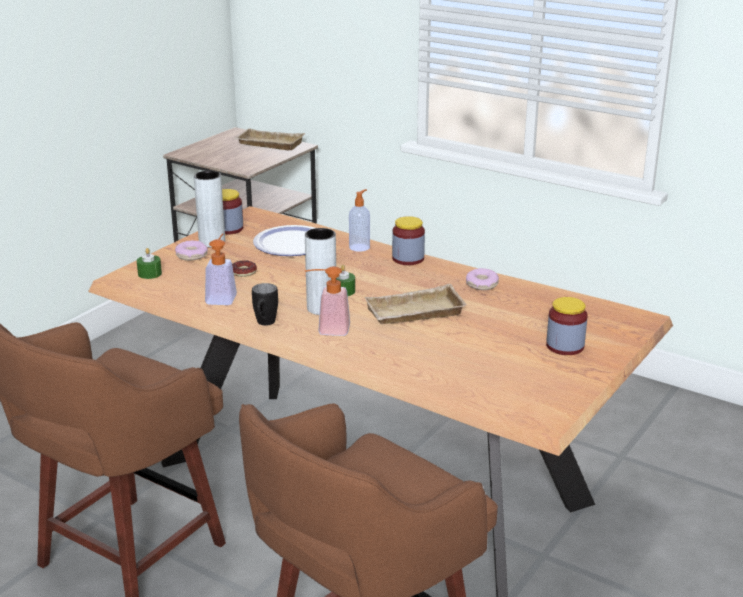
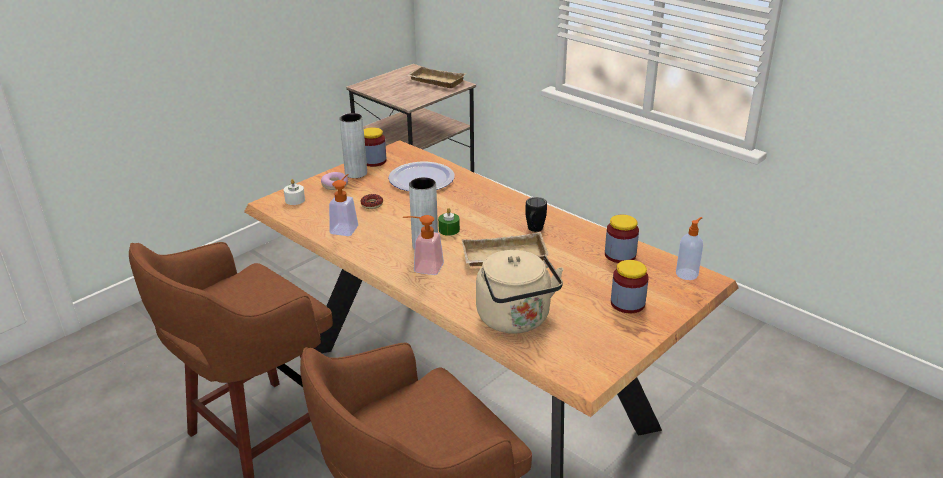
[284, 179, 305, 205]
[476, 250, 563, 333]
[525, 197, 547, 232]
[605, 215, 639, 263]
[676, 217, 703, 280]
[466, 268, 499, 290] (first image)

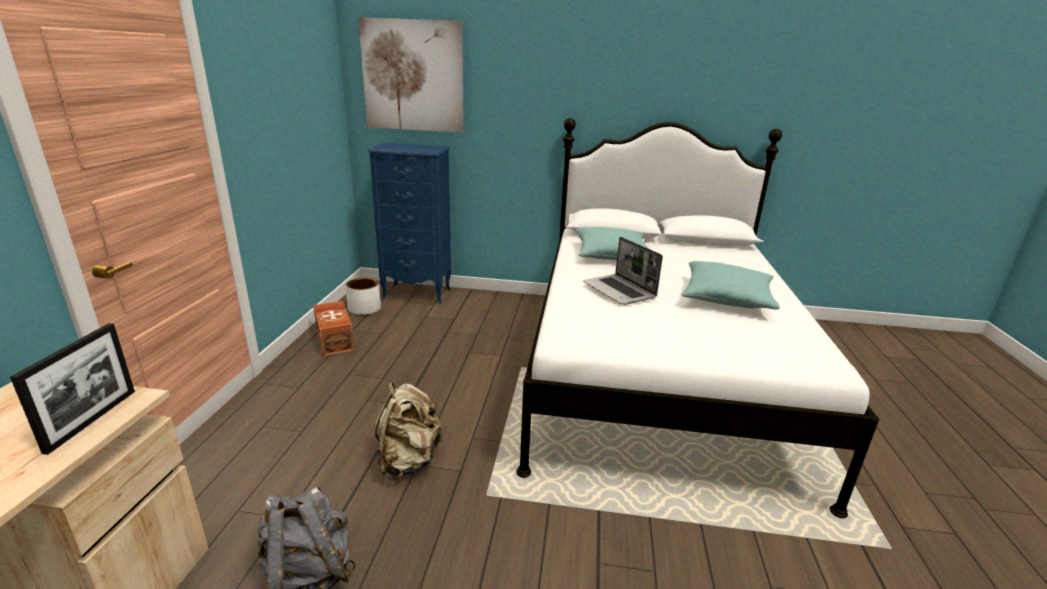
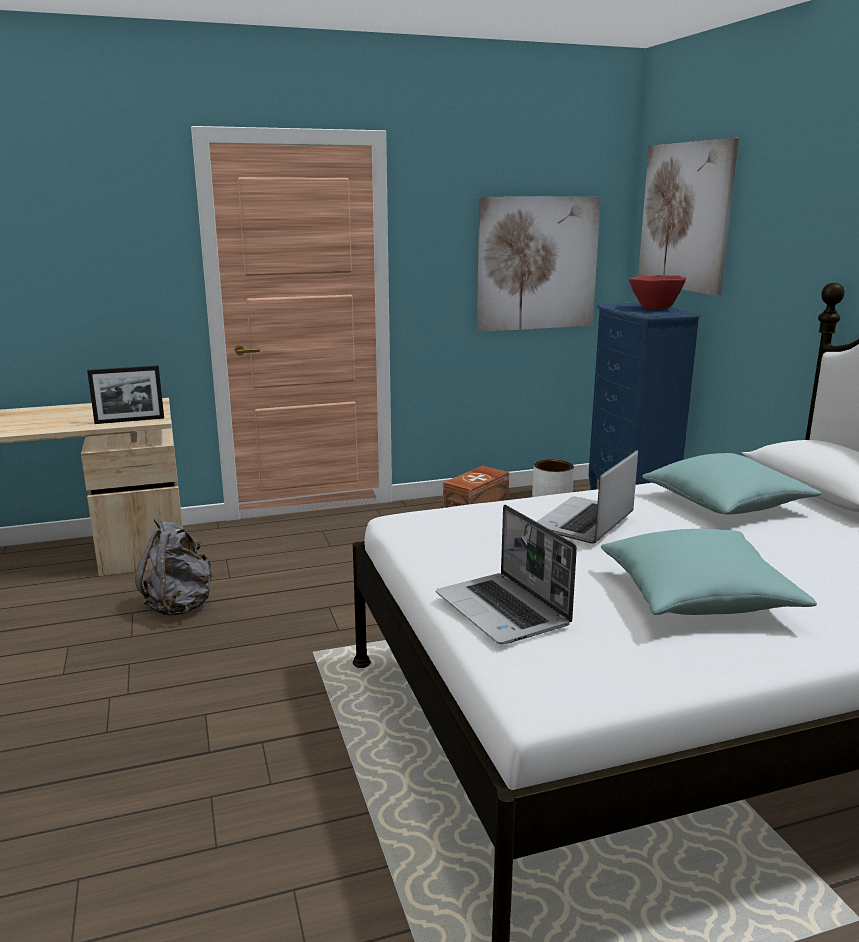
[436, 505, 577, 644]
[477, 197, 601, 332]
[629, 275, 686, 310]
[374, 382, 443, 479] (first image)

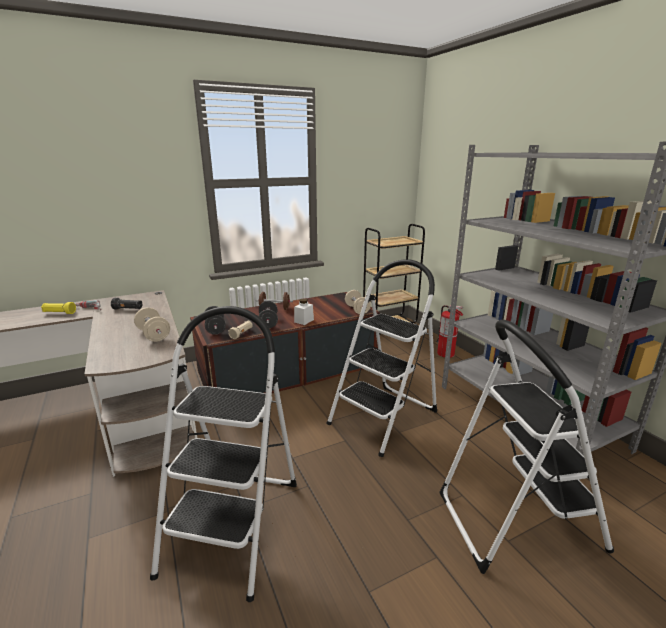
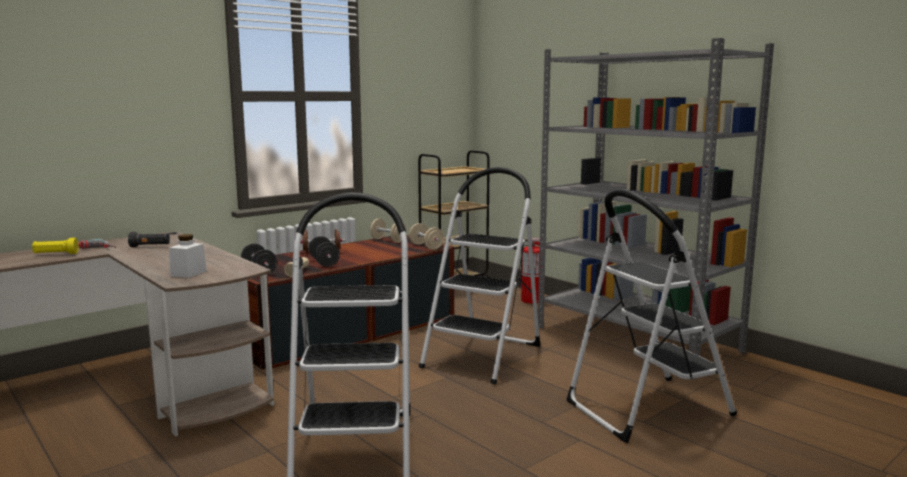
[169, 234, 207, 278]
[370, 219, 406, 243]

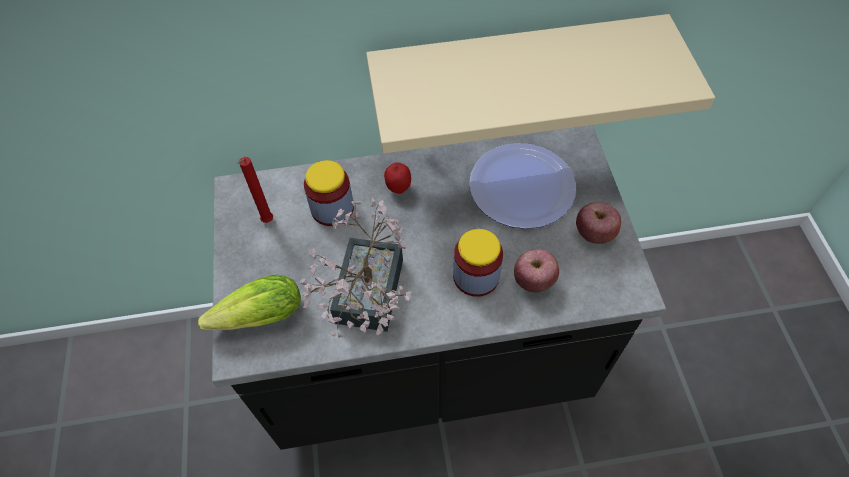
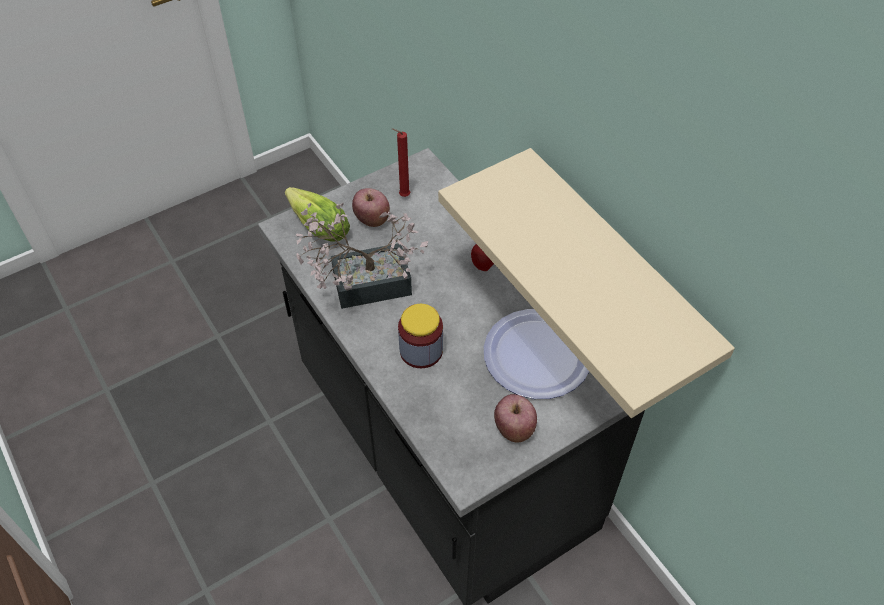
[352, 188, 390, 227]
[304, 160, 354, 226] (first image)

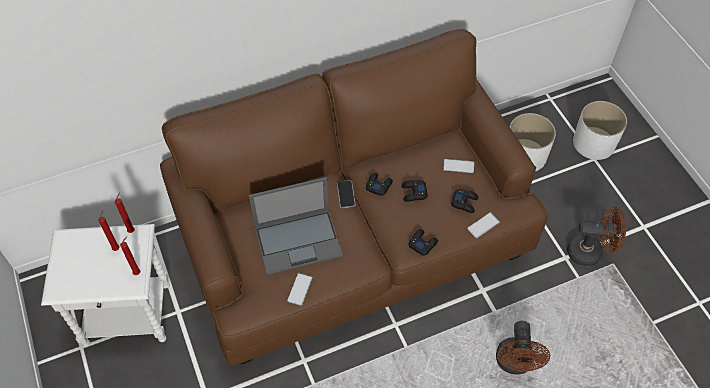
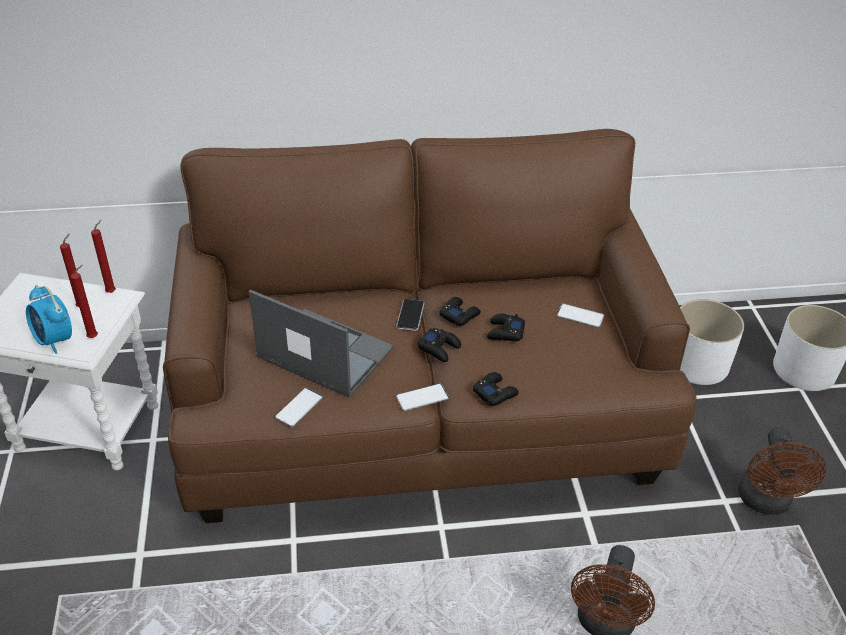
[26, 285, 72, 354]
[248, 290, 394, 398]
[396, 384, 449, 411]
[418, 328, 461, 362]
[738, 428, 826, 515]

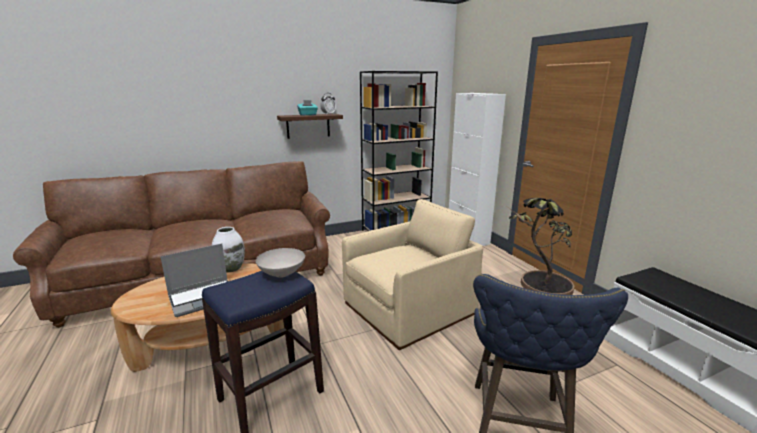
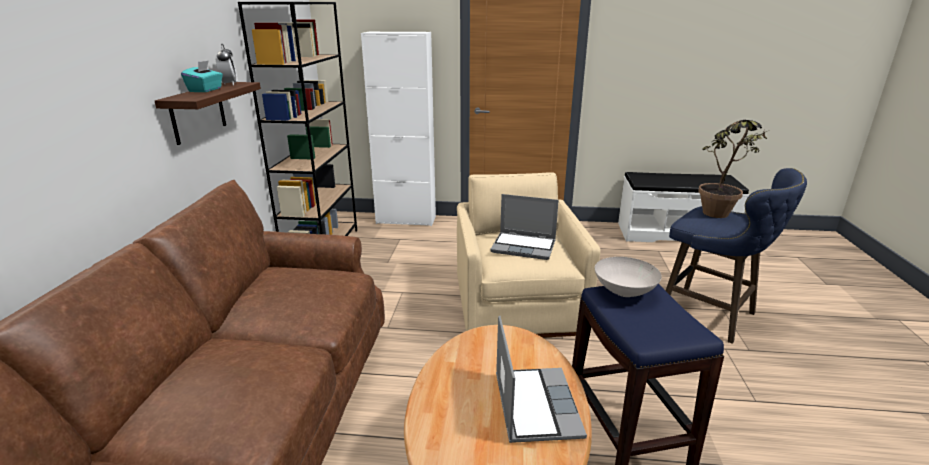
[490, 194, 559, 260]
[212, 227, 245, 273] (first image)

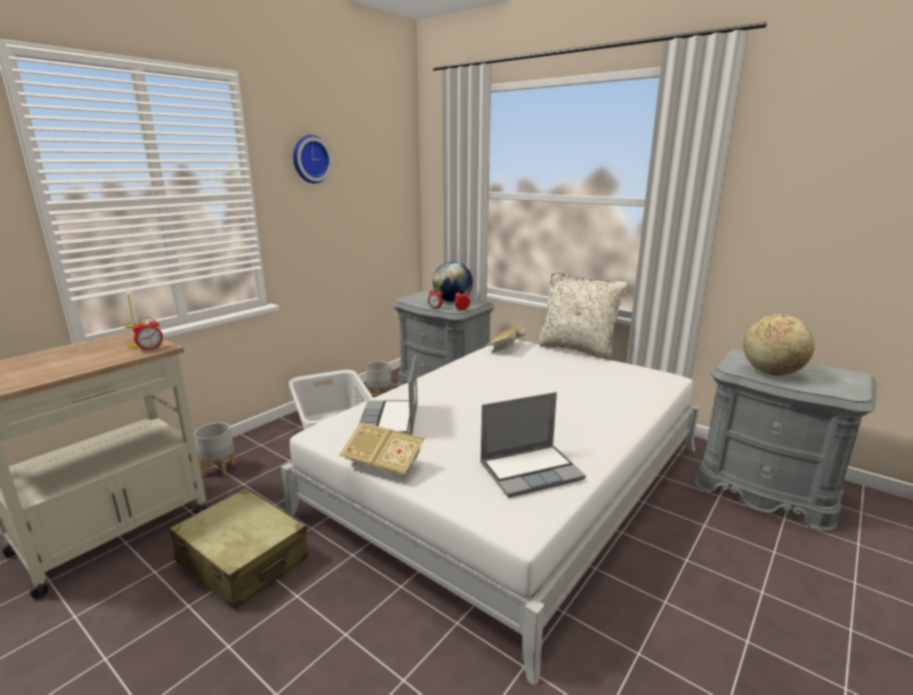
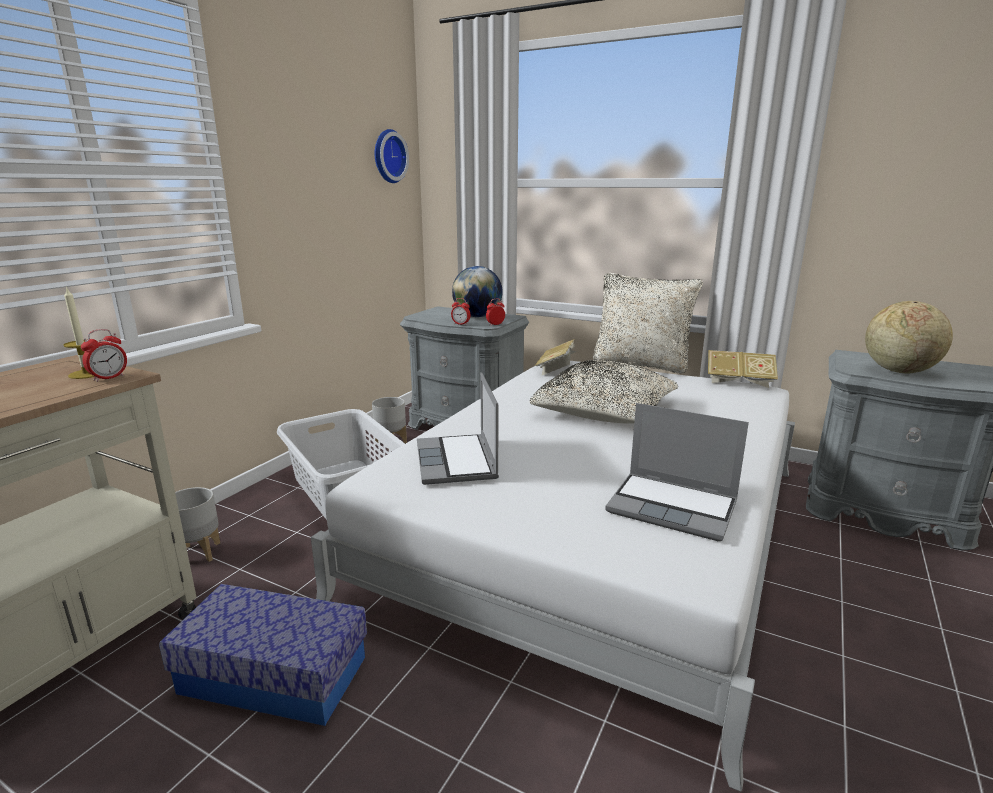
[159, 584, 367, 726]
[375, 129, 409, 183]
[529, 359, 678, 424]
[605, 403, 749, 541]
[708, 350, 778, 388]

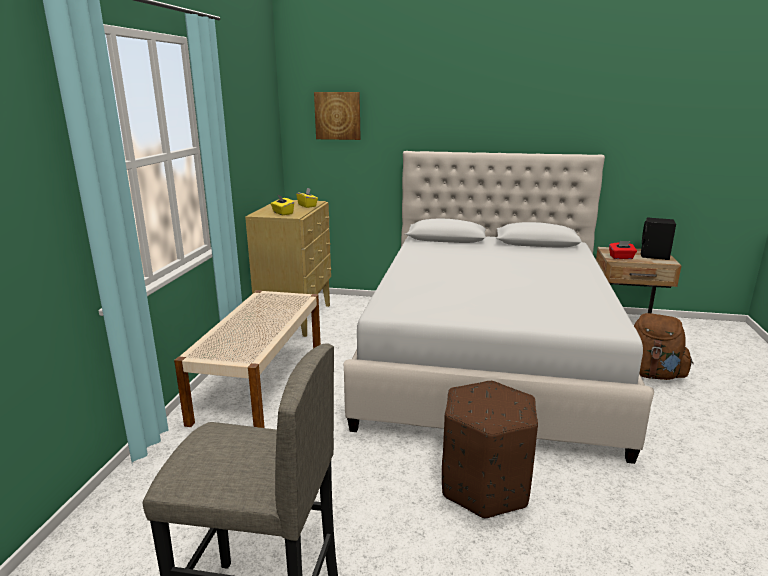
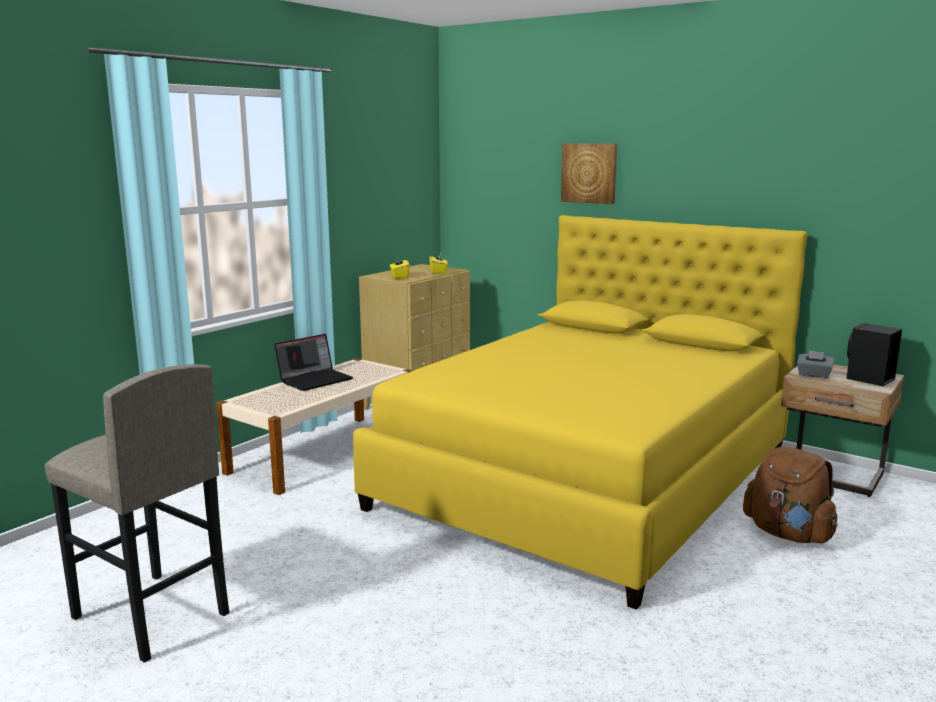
[274, 334, 353, 391]
[353, 215, 807, 610]
[561, 143, 617, 204]
[797, 350, 834, 378]
[442, 381, 538, 519] (first image)

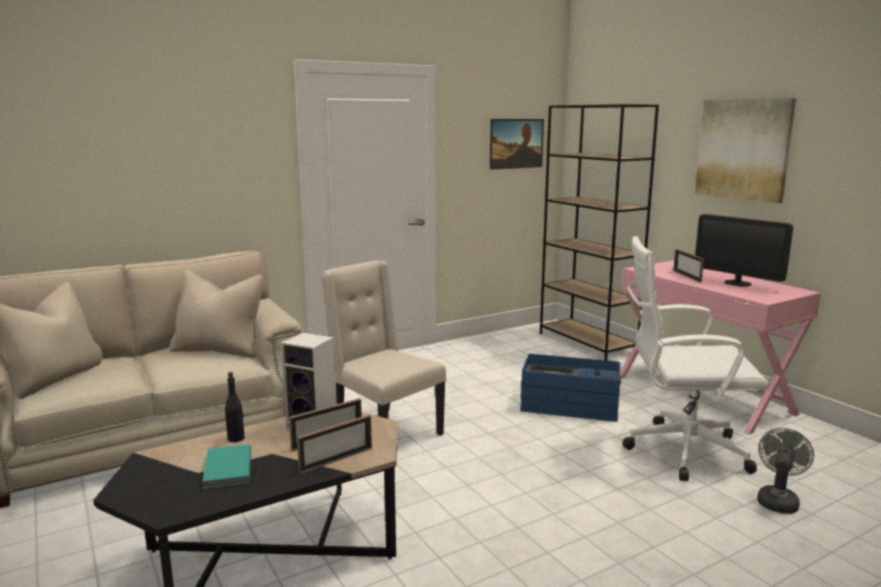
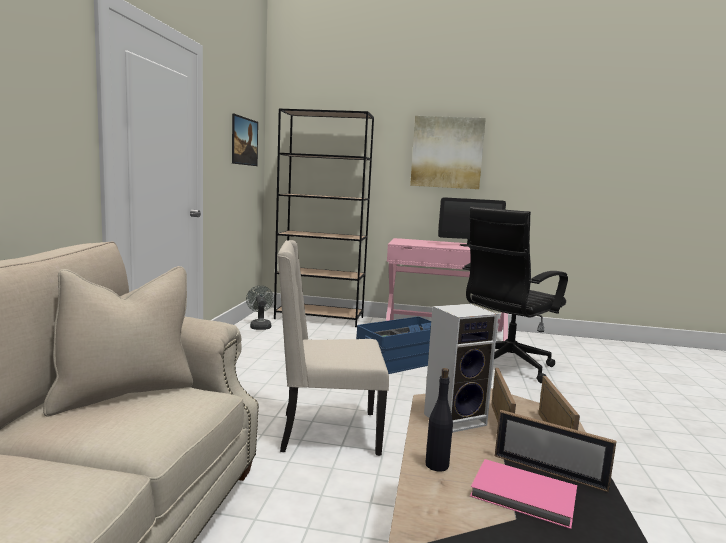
[246, 285, 274, 330]
[462, 206, 568, 383]
[470, 459, 577, 529]
[495, 410, 617, 492]

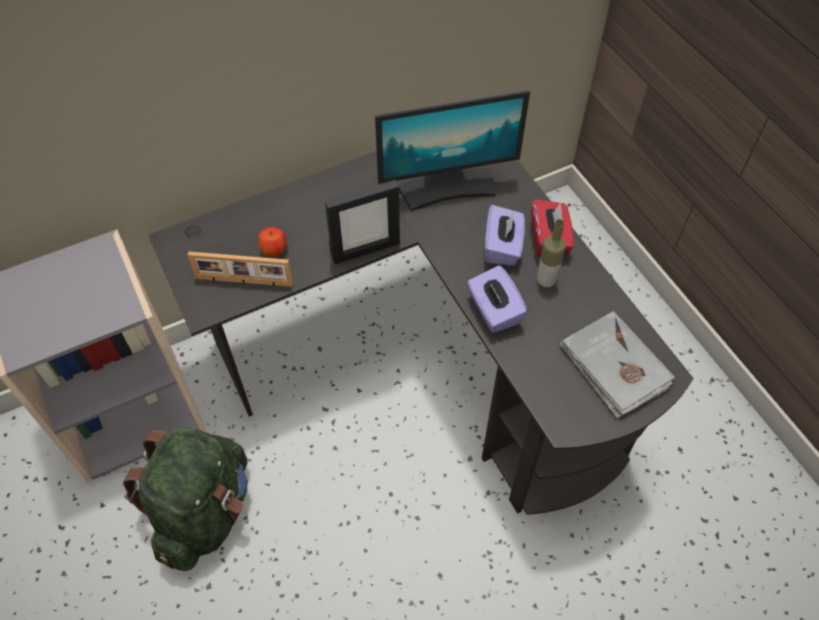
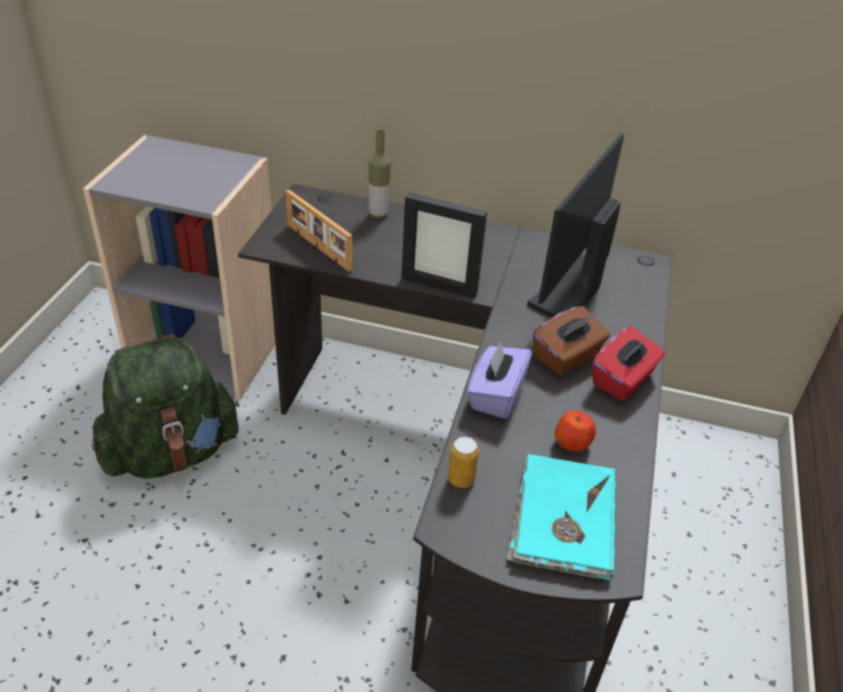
[369, 130, 391, 218]
[448, 436, 479, 488]
[507, 454, 616, 580]
[527, 133, 624, 318]
[533, 306, 610, 375]
[555, 410, 596, 452]

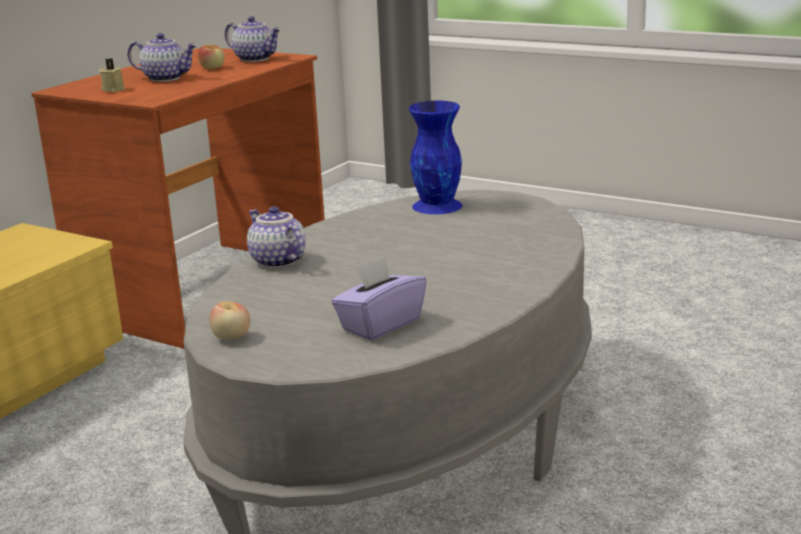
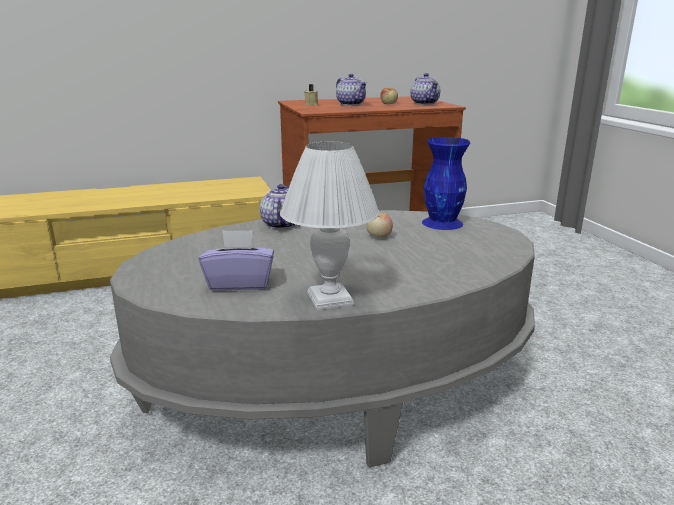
[280, 142, 380, 310]
[366, 212, 393, 238]

